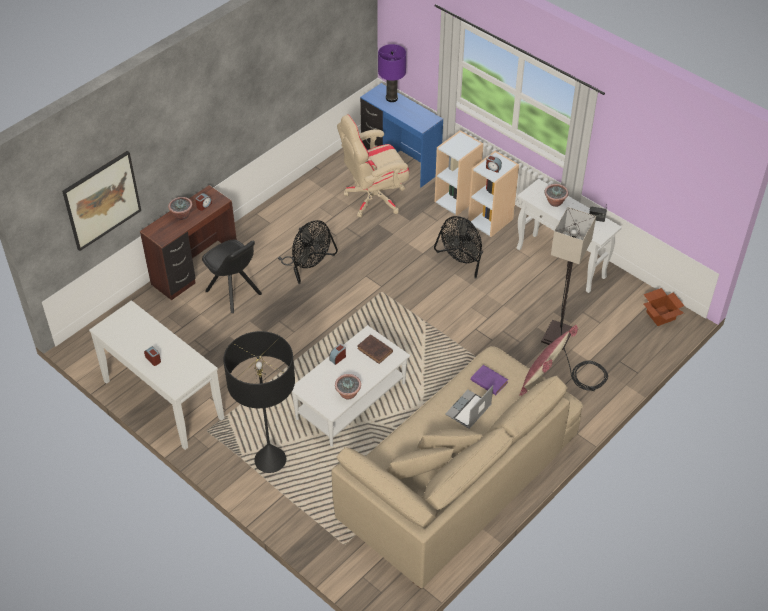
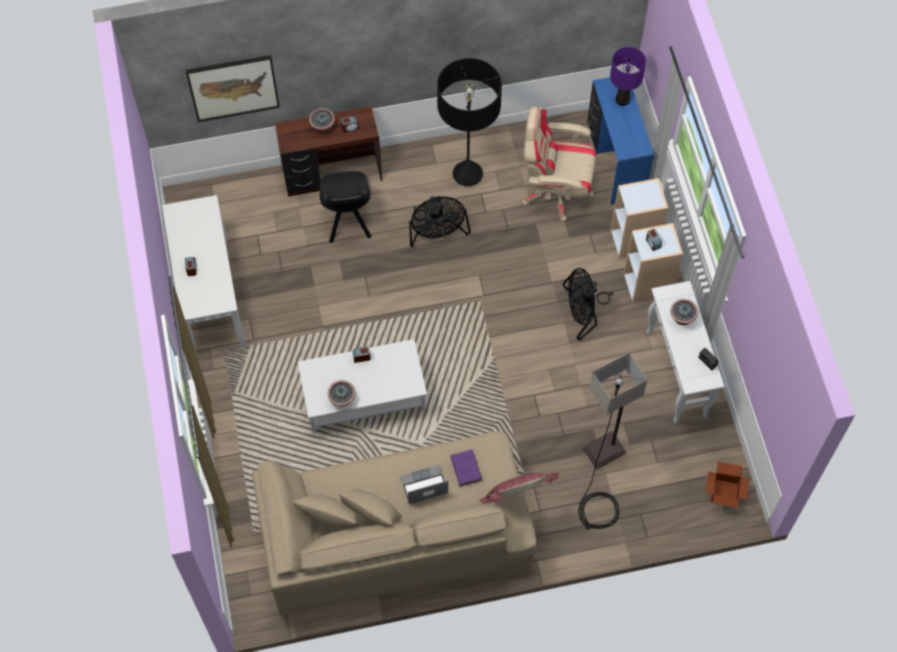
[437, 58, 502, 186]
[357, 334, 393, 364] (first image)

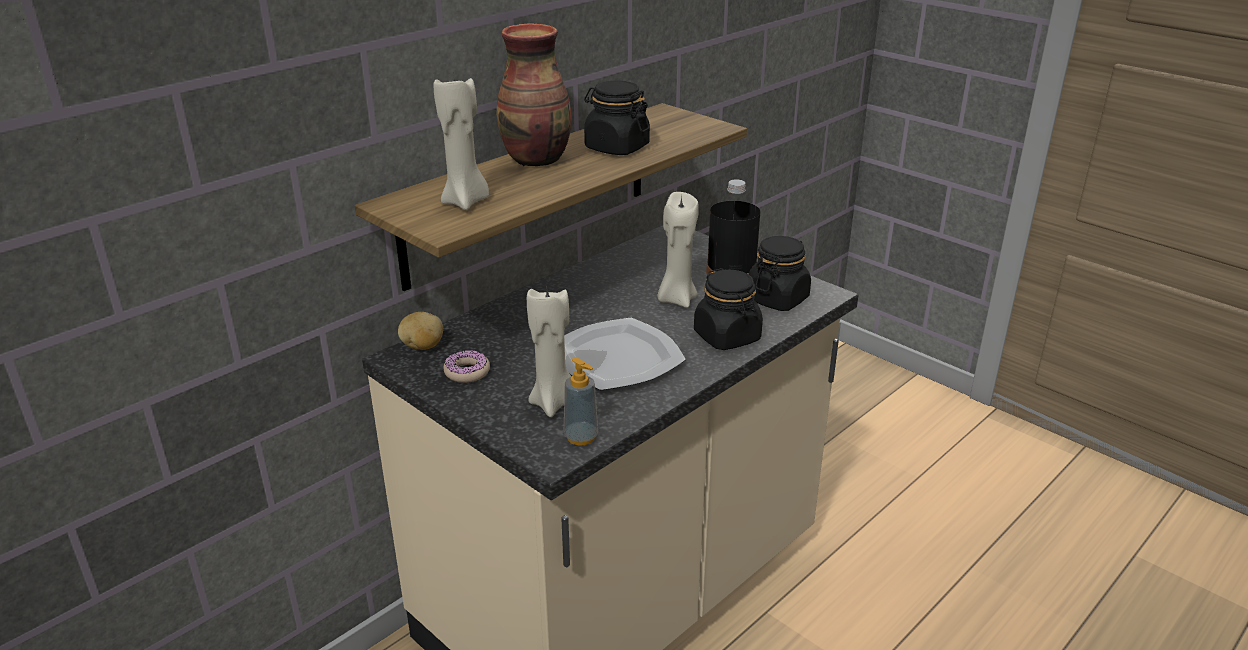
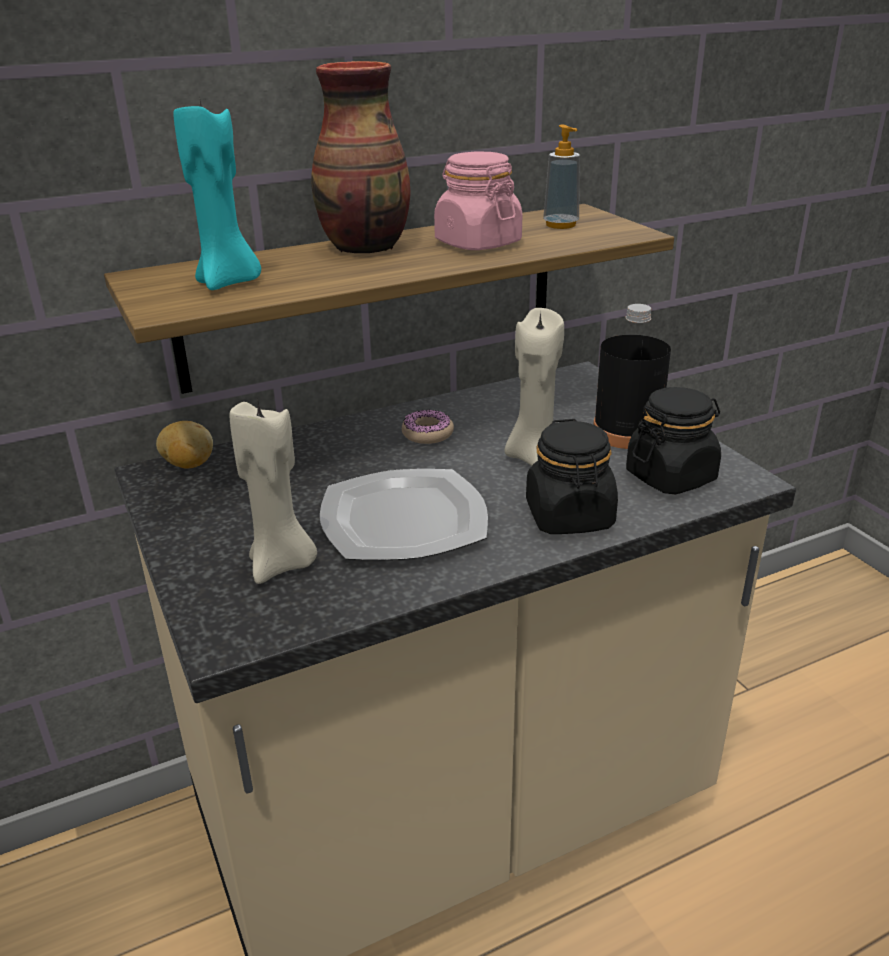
[173, 96, 261, 290]
[402, 410, 454, 444]
[434, 151, 522, 250]
[543, 124, 580, 229]

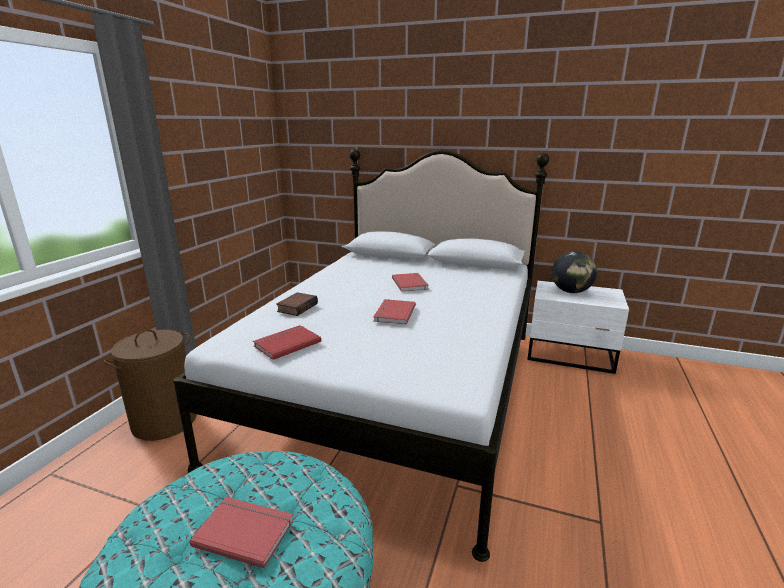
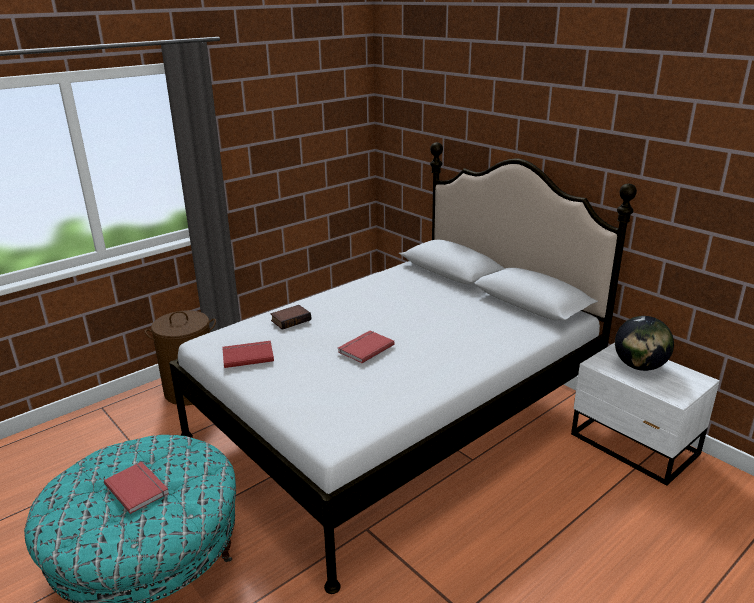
[392, 273, 429, 291] (first image)

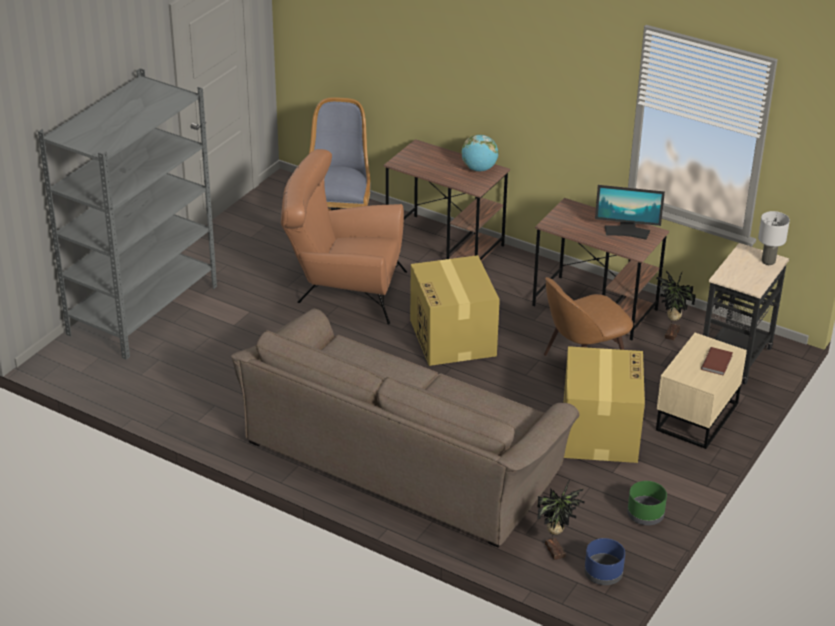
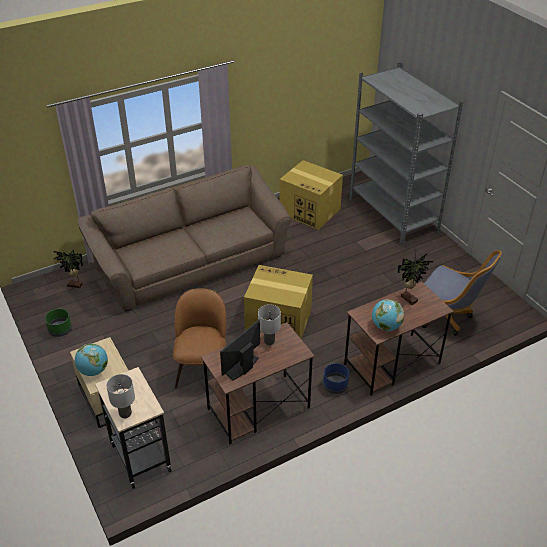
[75, 344, 108, 376]
[258, 304, 281, 345]
[279, 160, 343, 230]
[323, 363, 349, 394]
[397, 249, 433, 305]
[281, 149, 407, 324] (first image)

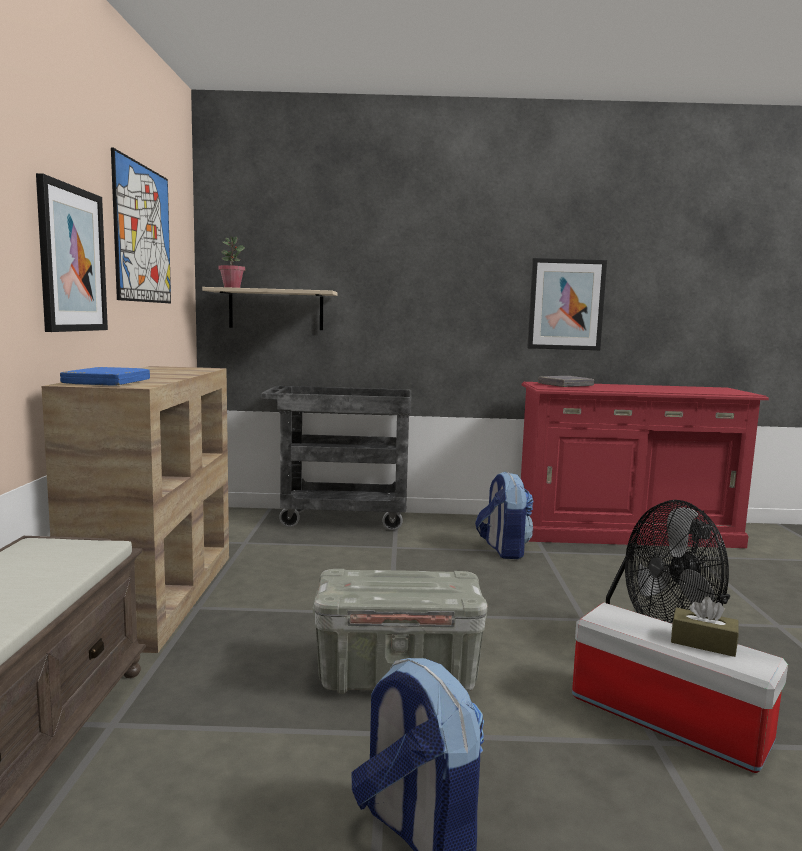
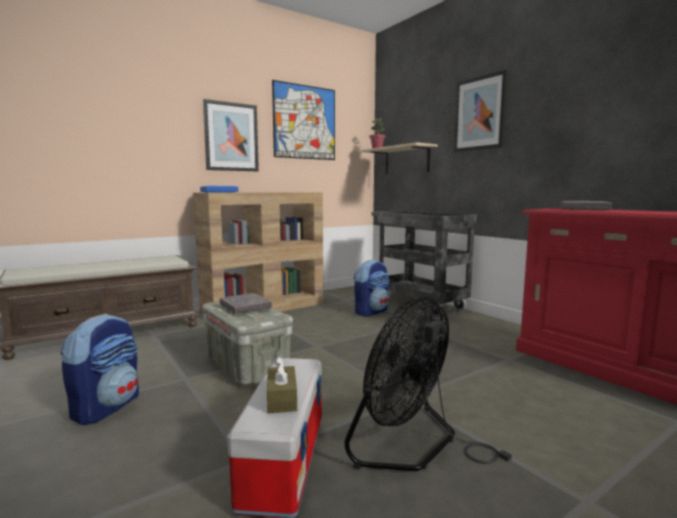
[220, 293, 272, 314]
[354, 260, 390, 317]
[454, 69, 508, 152]

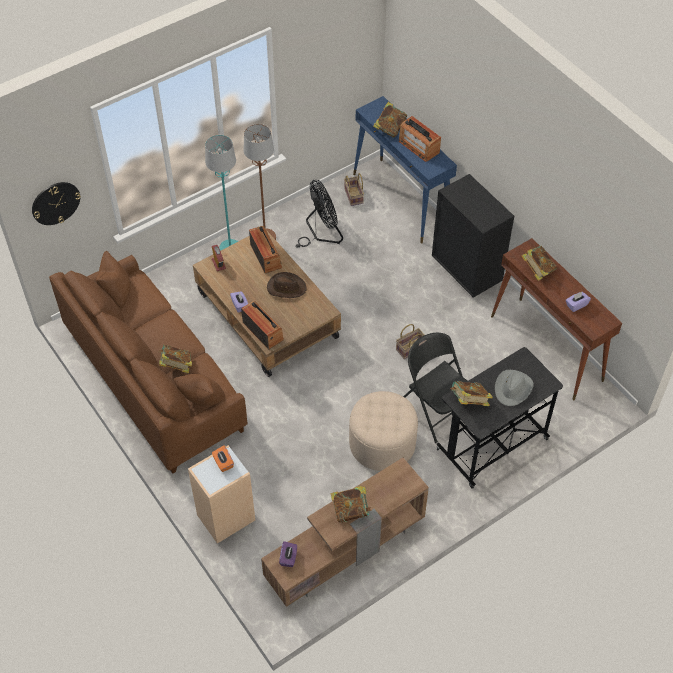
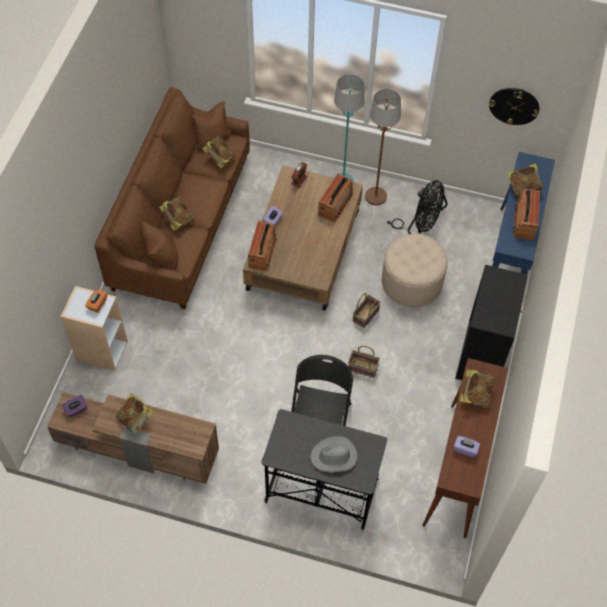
[202, 136, 237, 169]
[353, 293, 381, 328]
[382, 234, 447, 307]
[489, 88, 539, 125]
[267, 272, 307, 298] (first image)

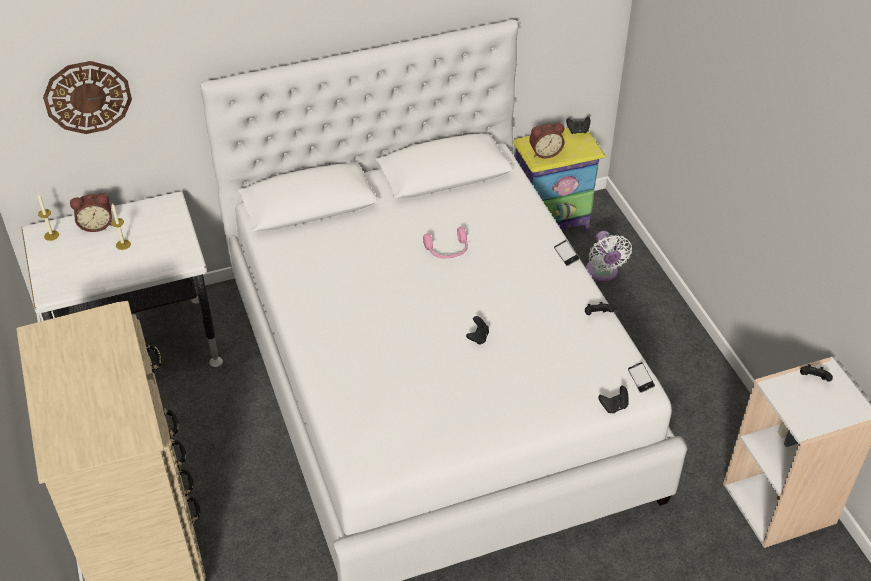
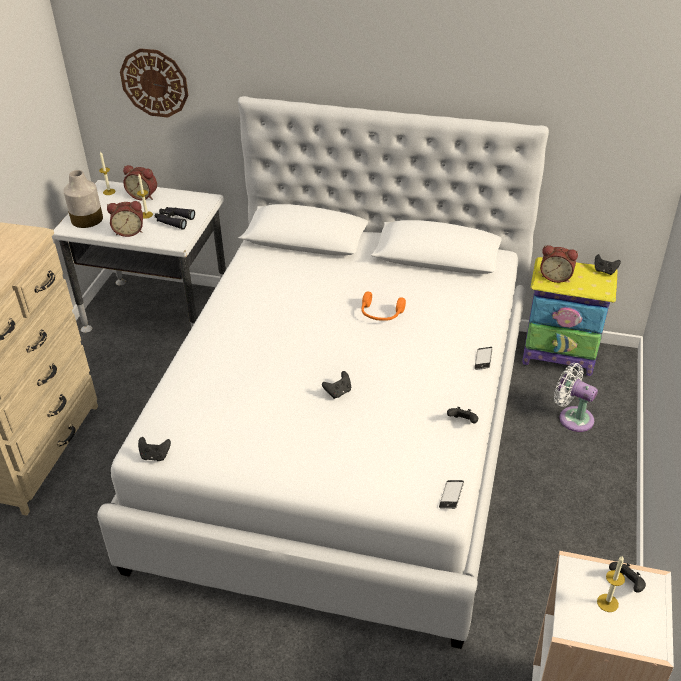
[63, 170, 103, 228]
[107, 201, 143, 237]
[138, 437, 171, 461]
[155, 207, 195, 230]
[361, 292, 406, 321]
[554, 363, 598, 432]
[597, 555, 625, 612]

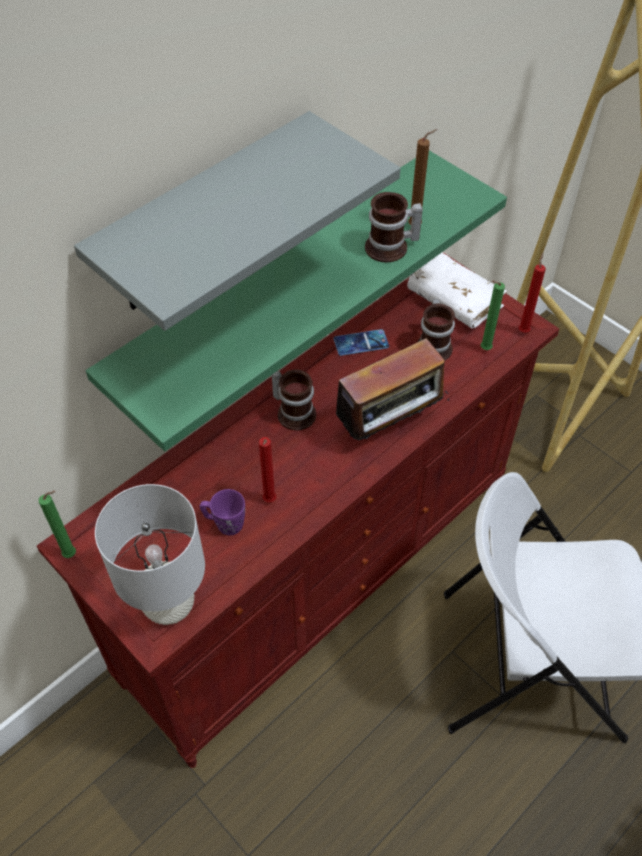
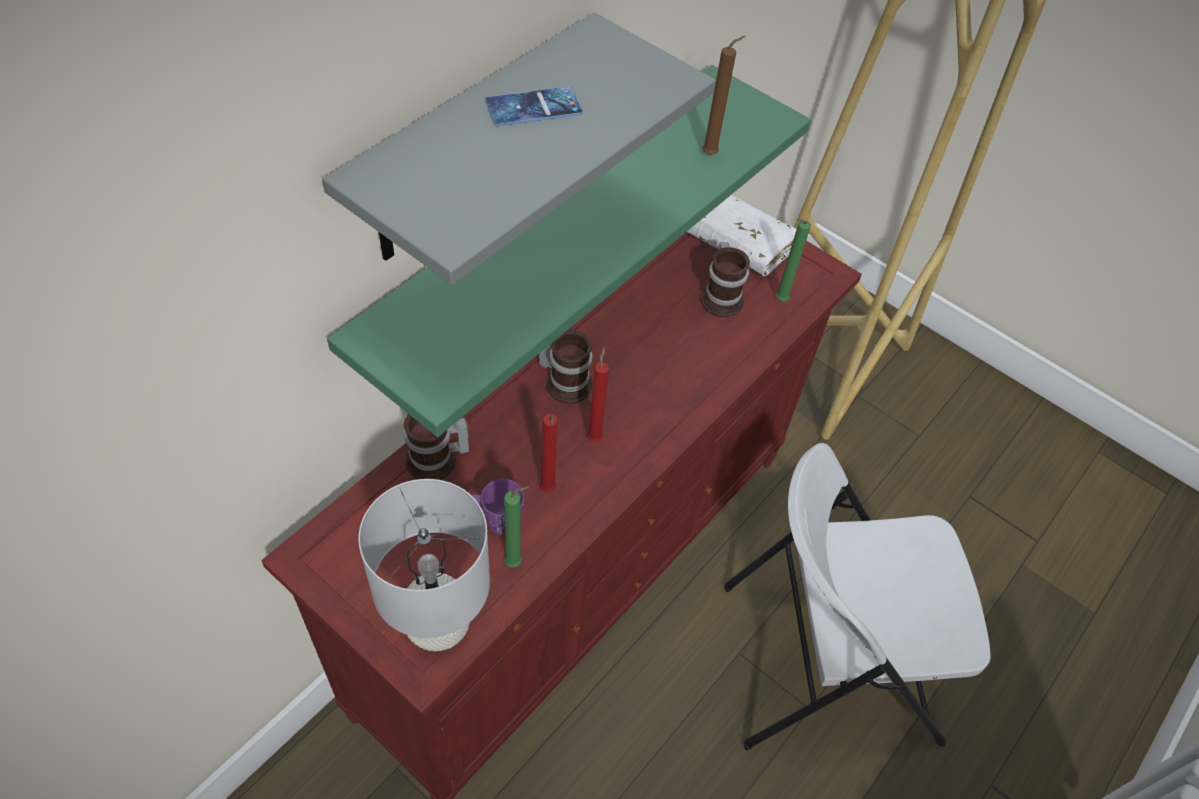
[404, 414, 469, 480]
[485, 86, 582, 126]
[504, 486, 529, 568]
[587, 347, 609, 442]
[326, 338, 449, 440] (first image)

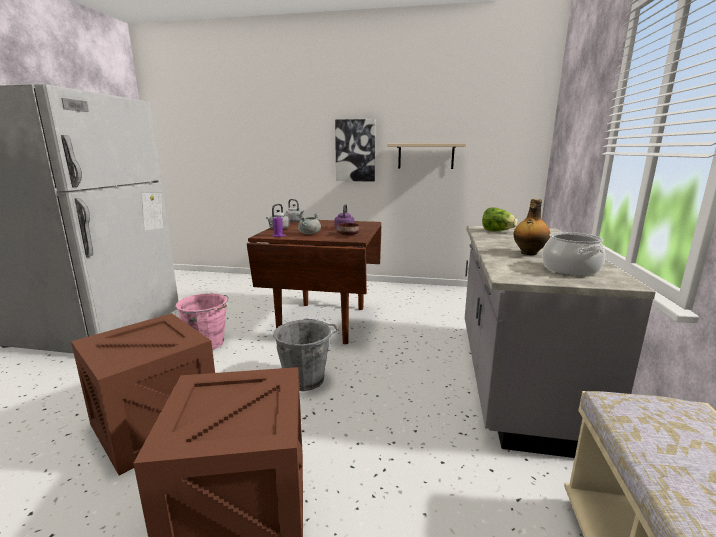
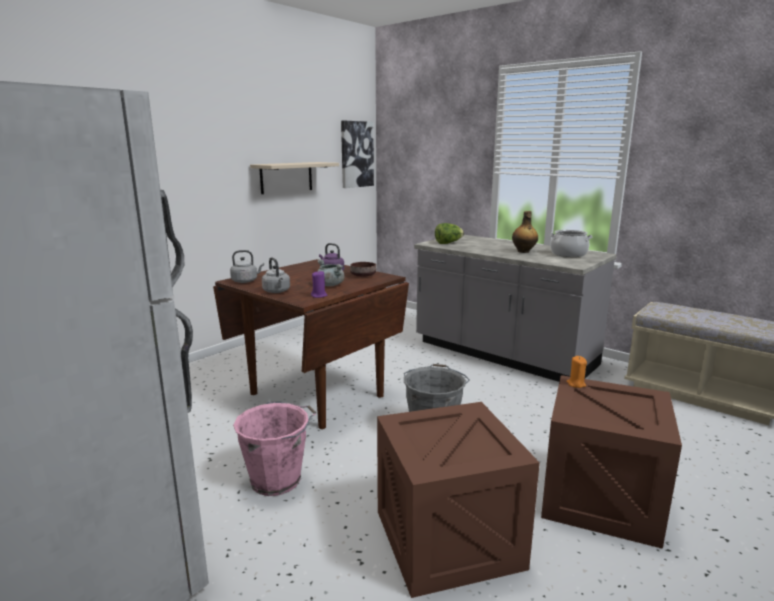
[341, 121, 374, 188]
[566, 356, 587, 388]

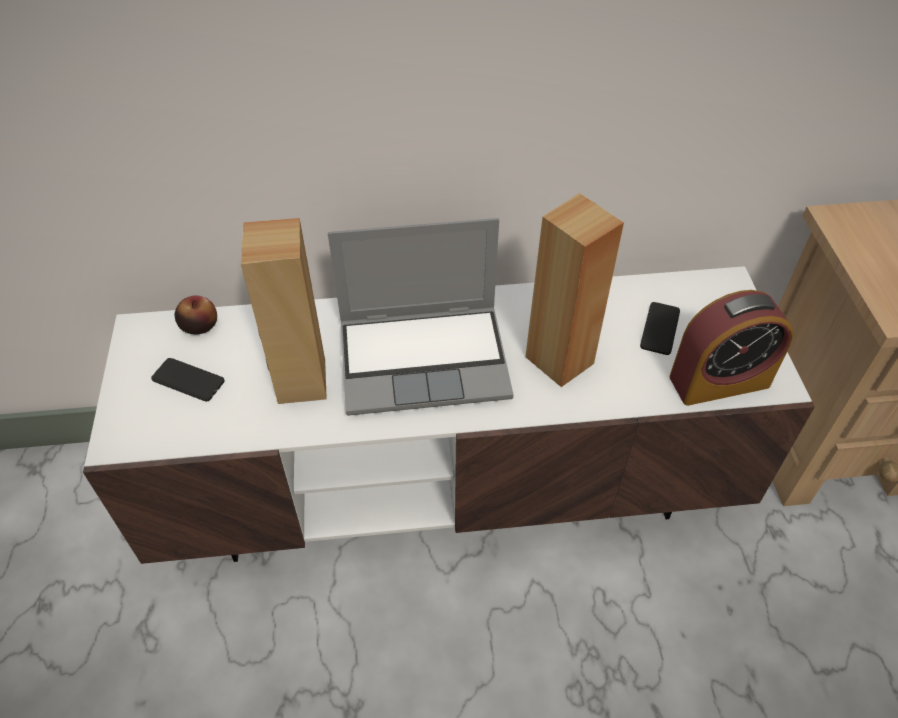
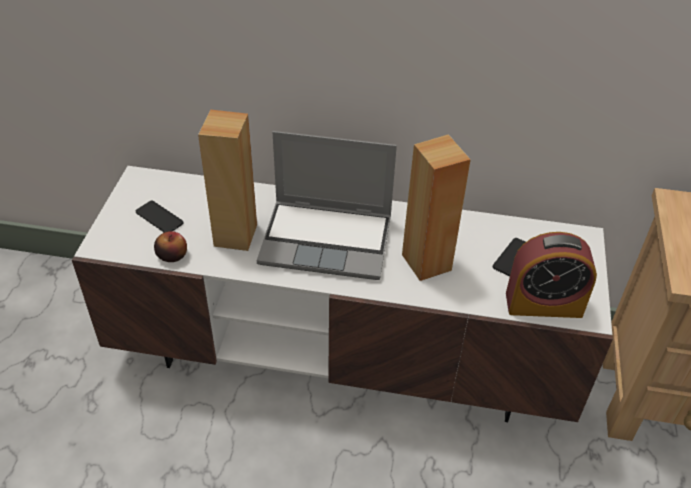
[154, 231, 187, 262]

